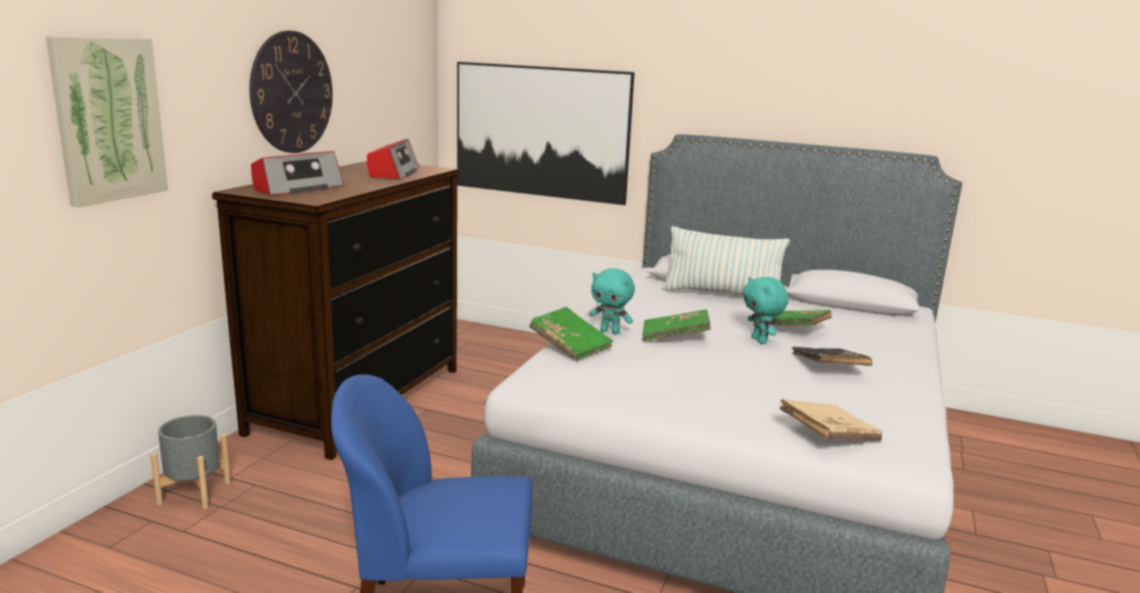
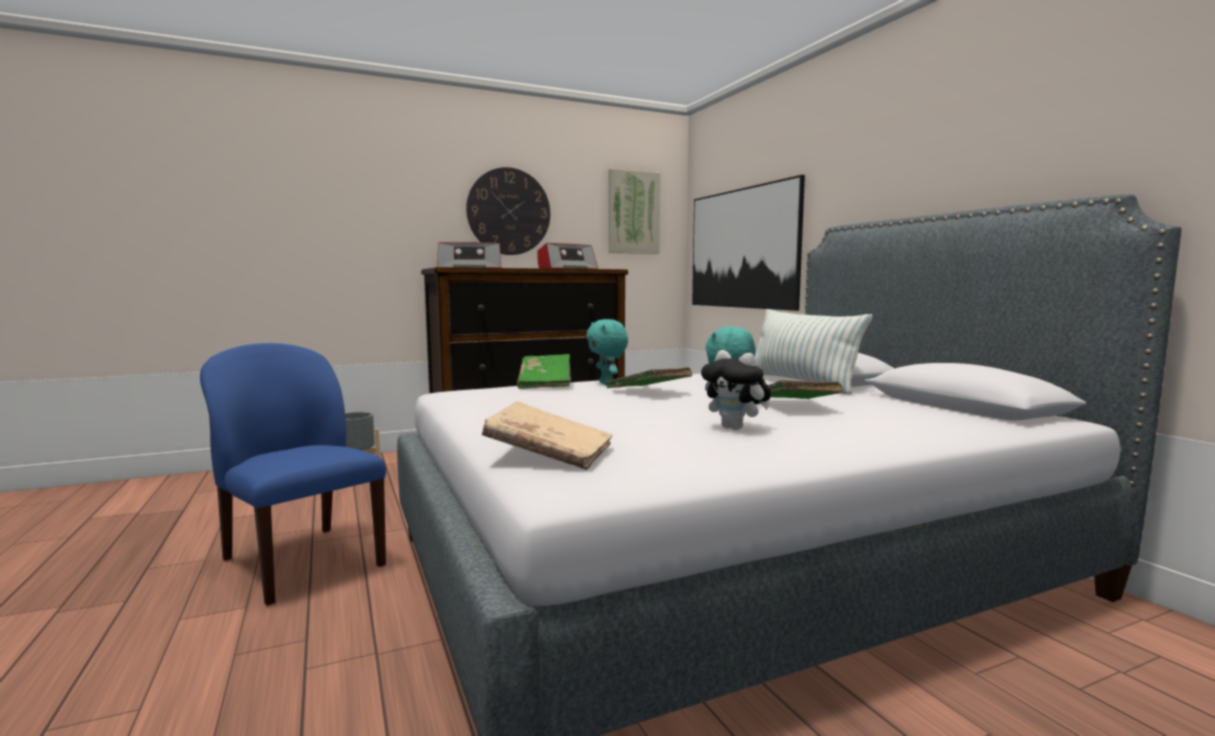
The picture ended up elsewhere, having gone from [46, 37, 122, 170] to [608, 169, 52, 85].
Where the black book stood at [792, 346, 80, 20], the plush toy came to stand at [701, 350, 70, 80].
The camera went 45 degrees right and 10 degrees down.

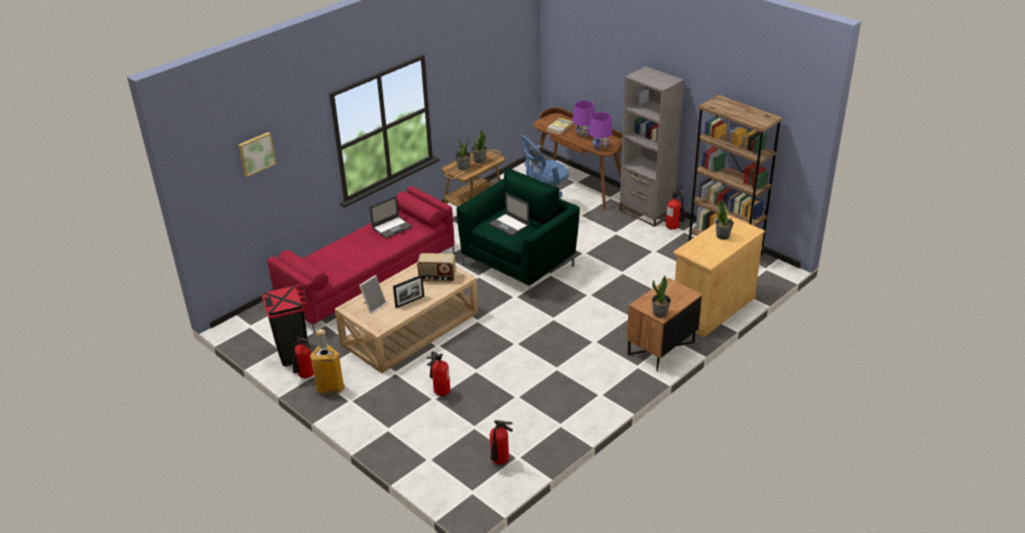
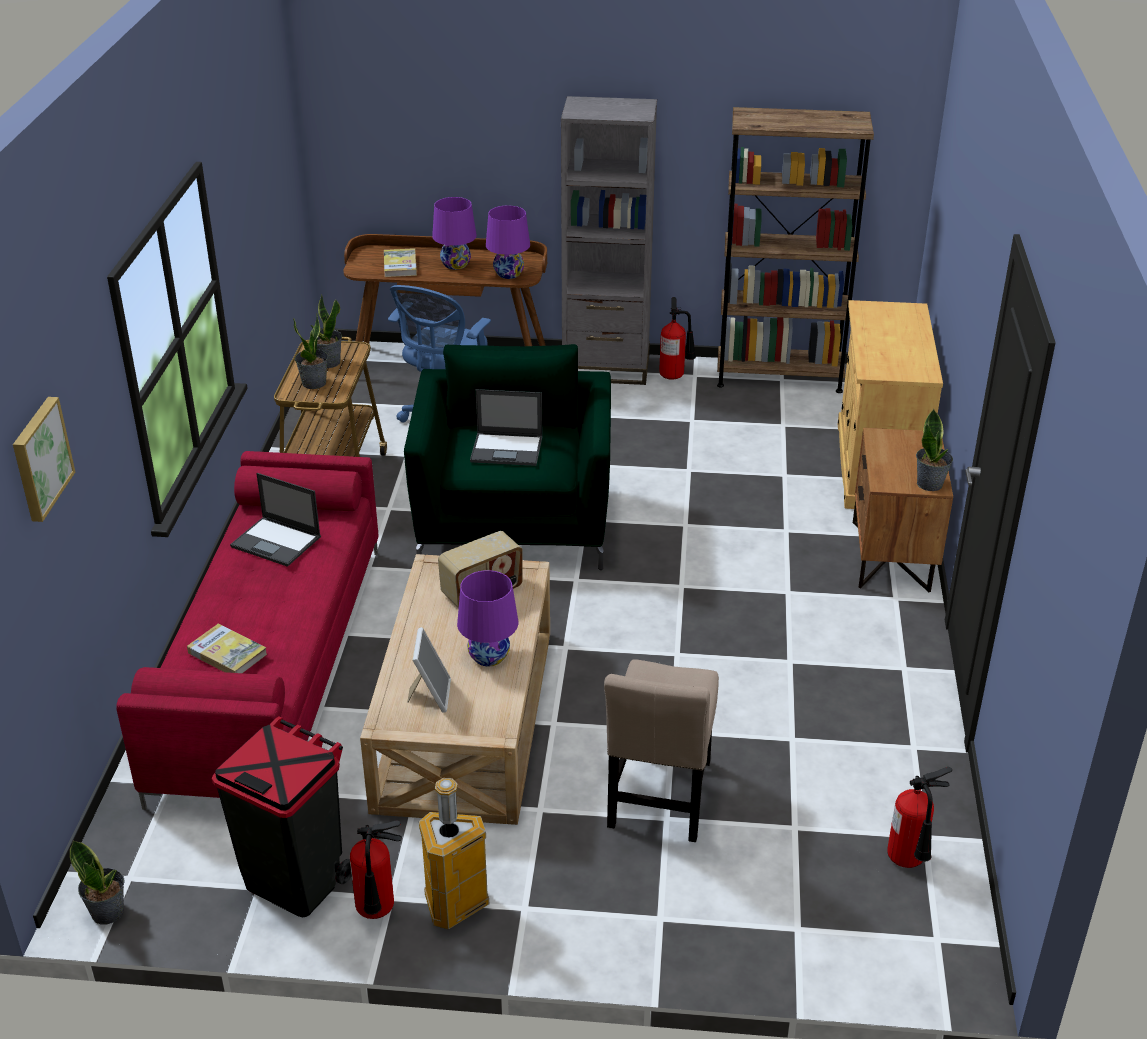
The laptop at [370, 196, 42, 43] ended up facing another way, 105 degrees clockwise from before.
Where the picture frame stood at [393, 275, 31, 33], the purple table lamp came to stand at [457, 570, 61, 96].
Where the fire extinguisher stood at [427, 352, 23, 44], the beige chair came to stand at [604, 659, 115, 183].
The potted plant ended up elsewhere, having gone from [715, 200, 19, 40] to [70, 840, 54, 85].
The second view gained the book at [187, 624, 80, 49].
The camera went 40 degrees left and 0 degrees up.

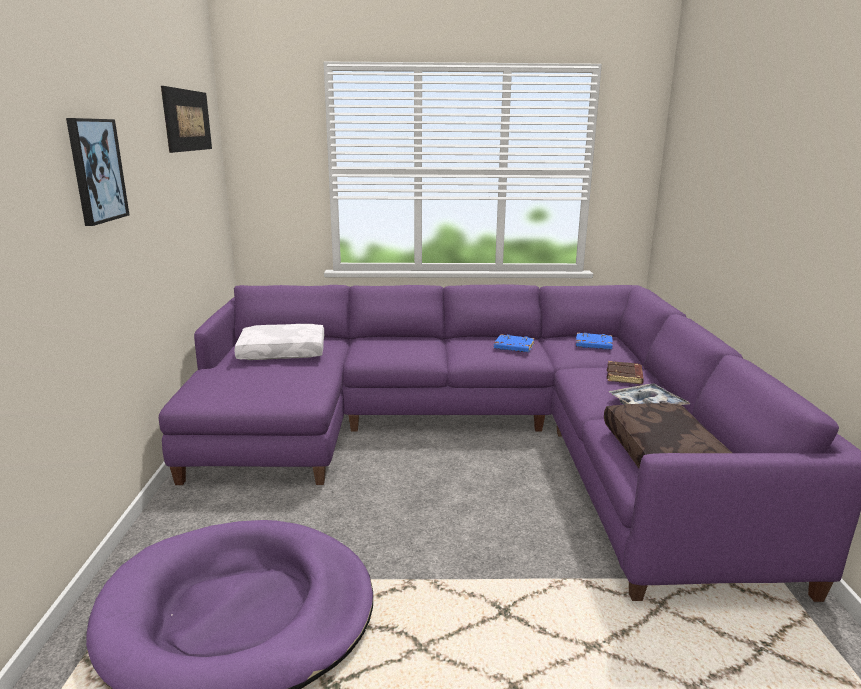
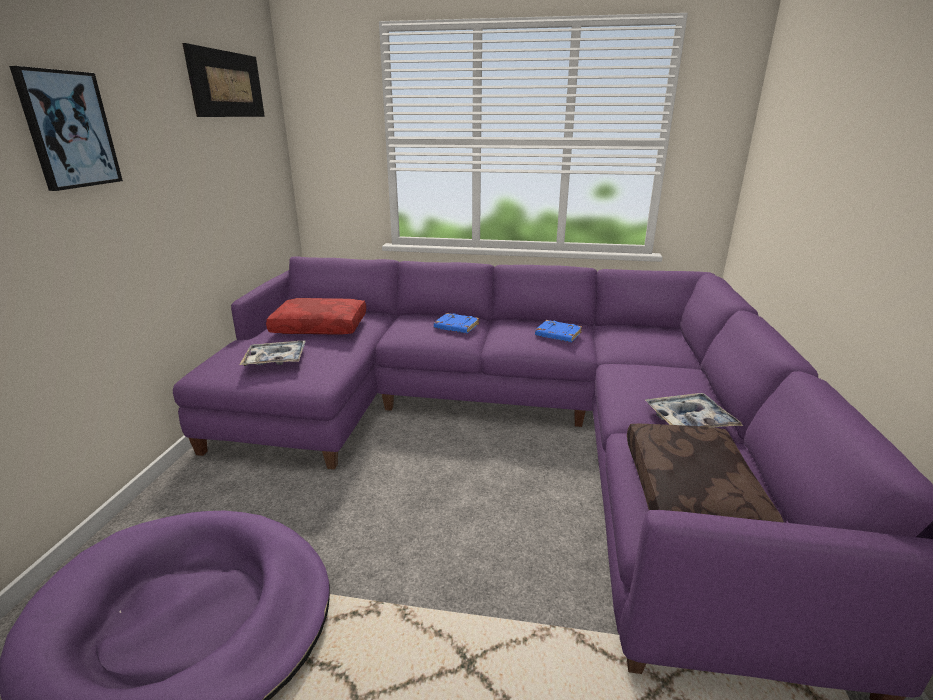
What was the white pillow at [234, 324, 90, 36] turned into the red pillow at [266, 298, 100, 36].
The blue book ended up elsewhere, having gone from [576, 333, 37, 17] to [434, 313, 45, 20].
The second view lost the brown book at [607, 361, 37, 23].
The second view gained the tray at [239, 341, 67, 25].
The camera went 10 degrees right and 5 degrees up.

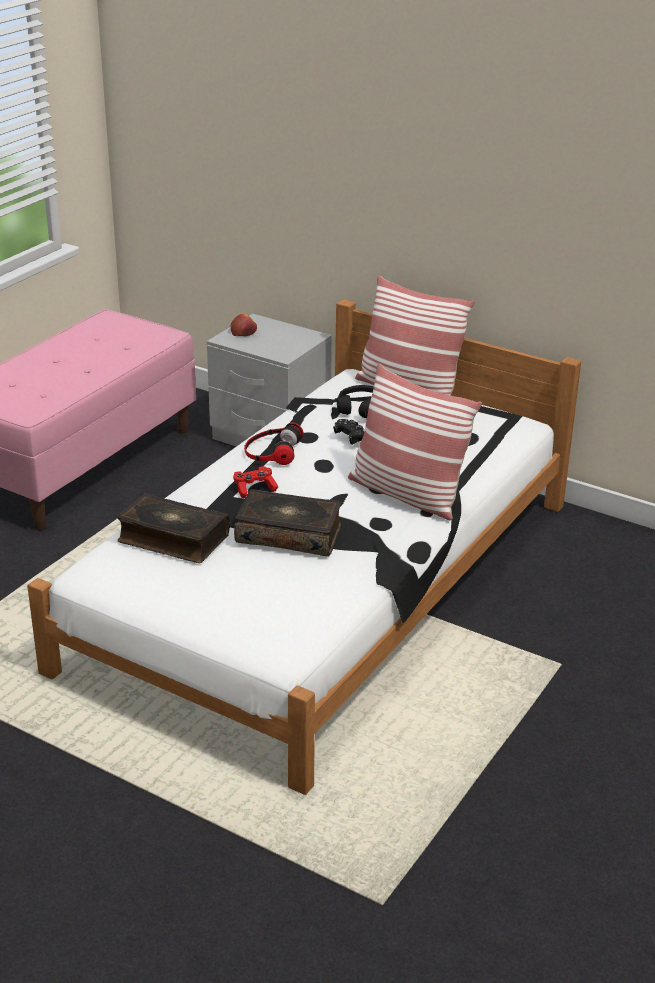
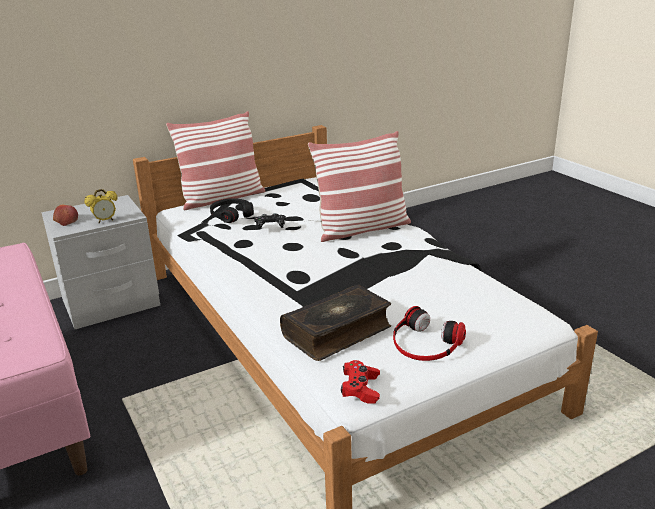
The red game controller ended up elsewhere, having gone from [233, 466, 45, 32] to [341, 360, 39, 44].
The second view lost the book at [234, 489, 107, 67].
The headphones ended up elsewhere, having gone from [244, 422, 60, 43] to [393, 306, 73, 55].
The second view gained the alarm clock at [84, 189, 34, 34].
The camera went 60 degrees left and 5 degrees down.

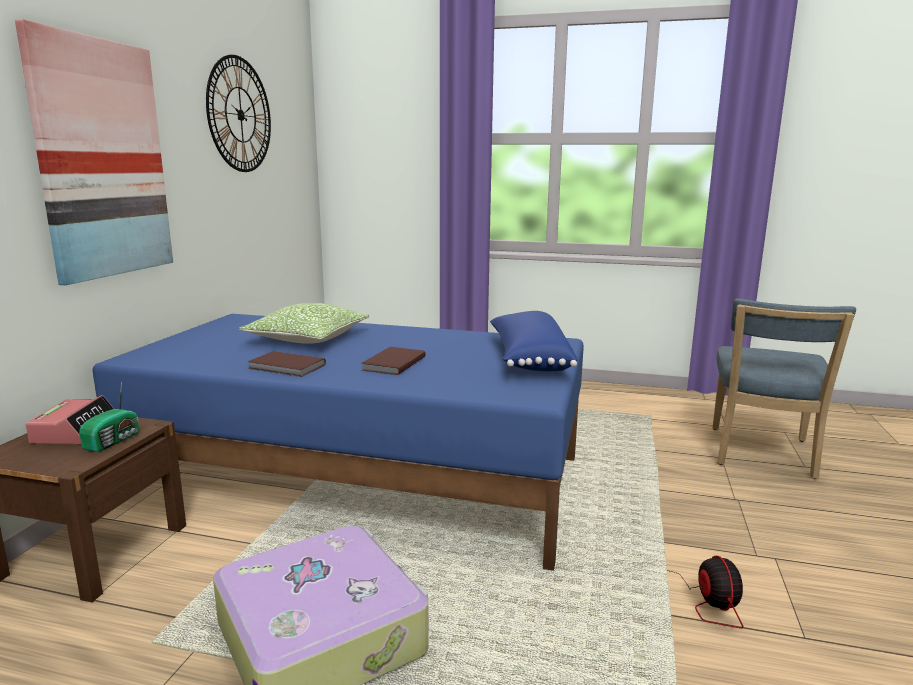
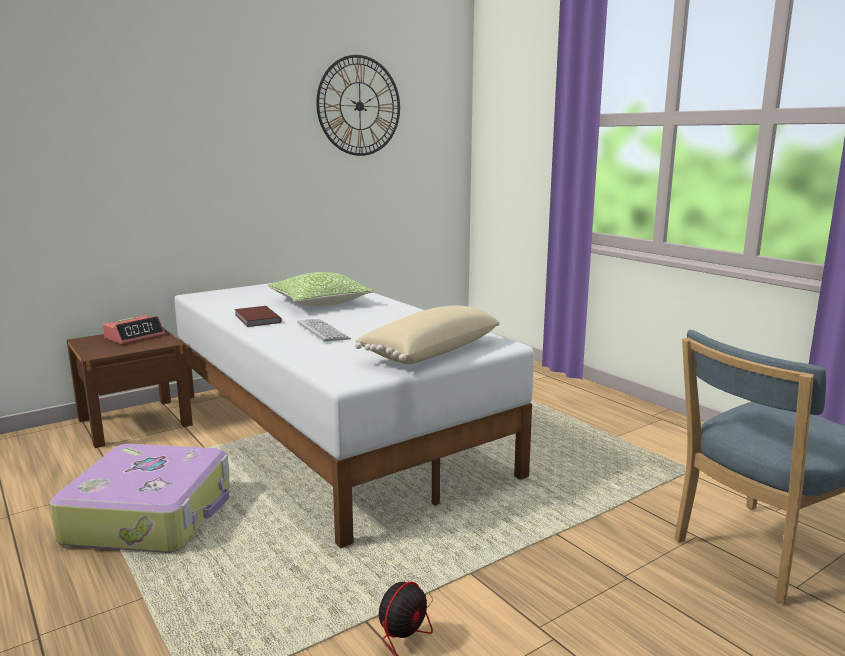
The second view lost the picture at [15, 19, 158, 266].
The second view lost the radio at [79, 381, 60, 71].
What was the blue bed at [93, 314, 491, 257] turned into the white bed at [174, 283, 360, 265].
Where the brown book stood at [361, 347, 64, 28], the keyboard came to stand at [297, 319, 54, 23].
What was the blue pillow at [490, 311, 88, 60] turned into the beige pillow at [355, 305, 145, 59].
The camera went 40 degrees right and 0 degrees up.

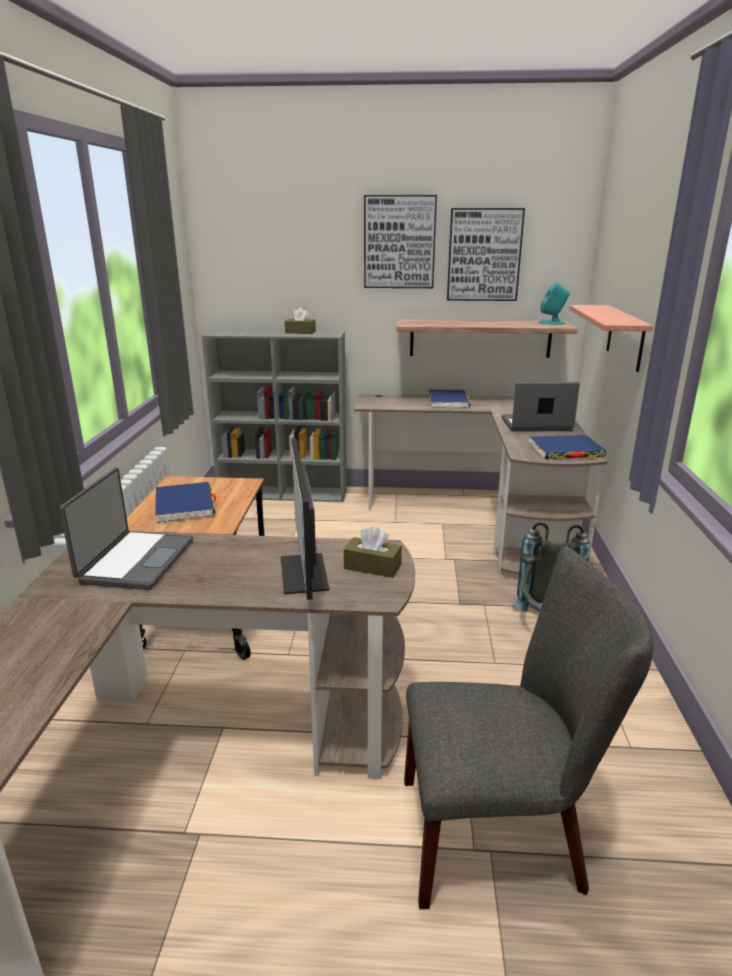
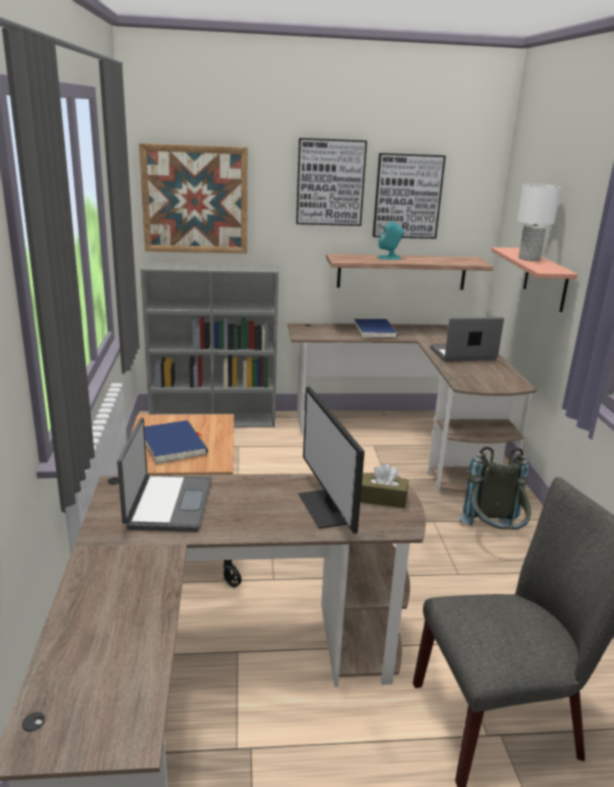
The second view lost the brown tissue box at [285, 308, 31, 26].
The second view lost the blue book at [529, 435, 77, 24].
The turquoise speaker ended up elsewhere, having gone from [539, 283, 31, 42] to [377, 221, 27, 39].
The second view gained the picture at [139, 143, 109, 111].
The second view gained the white table lamp at [517, 184, 44, 77].
The camera went 10 degrees left and 0 degrees up.

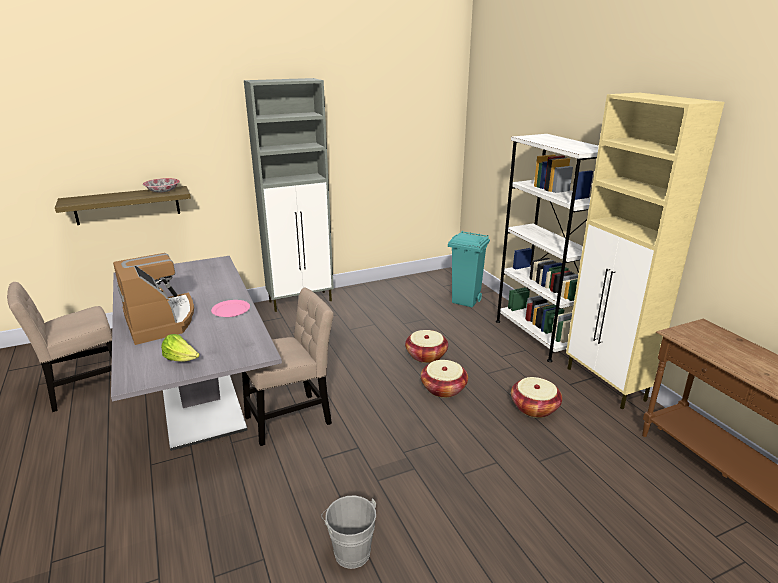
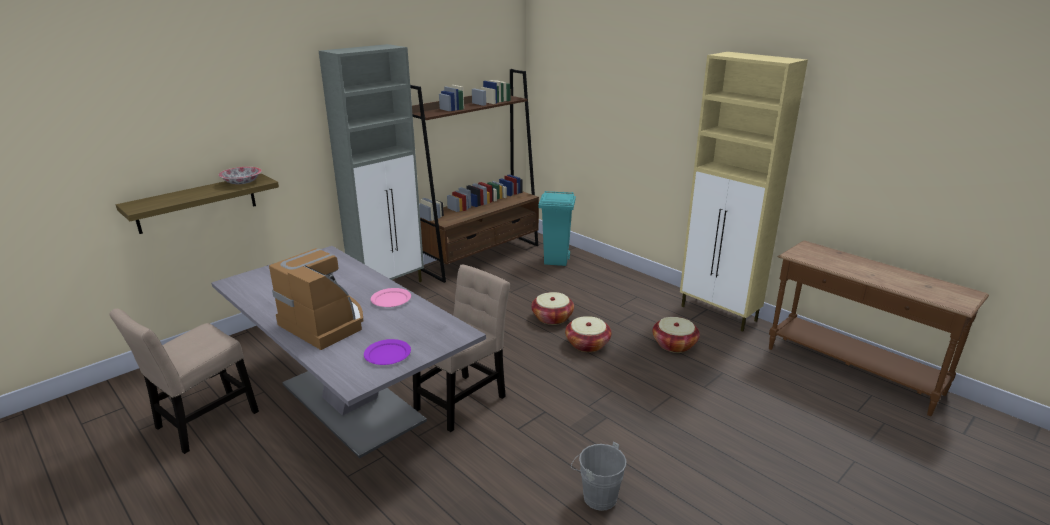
Where the lettuce stood at [161, 334, 39, 28], the purple plate came to stand at [364, 339, 47, 26].
The second view lost the white bookcase at [496, 134, 103, 228].
The second view gained the brown bookcase at [410, 69, 129, 214].
The camera went 20 degrees left and 0 degrees up.

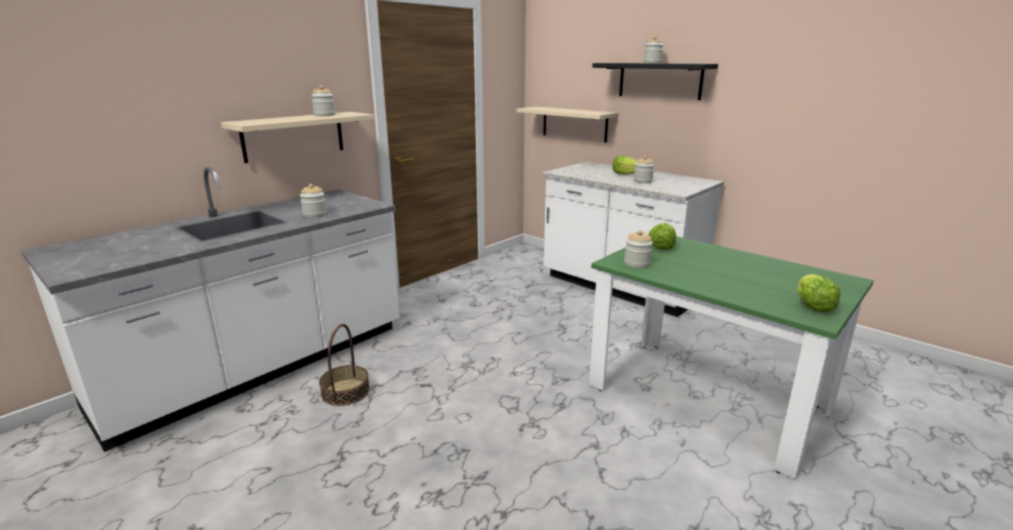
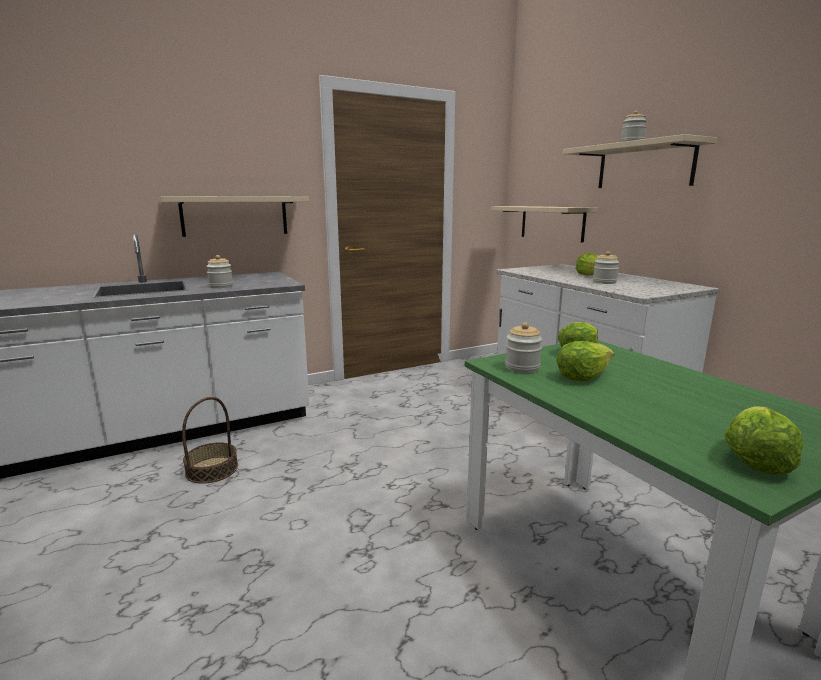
The second view lost the jar at [311, 85, 24, 31].
What was the black shelf at [592, 63, 126, 37] turned into the beige shelf at [563, 134, 154, 54].
The second view gained the lettuce at [556, 341, 58, 41].
The camera went 20 degrees right and 5 degrees down.

